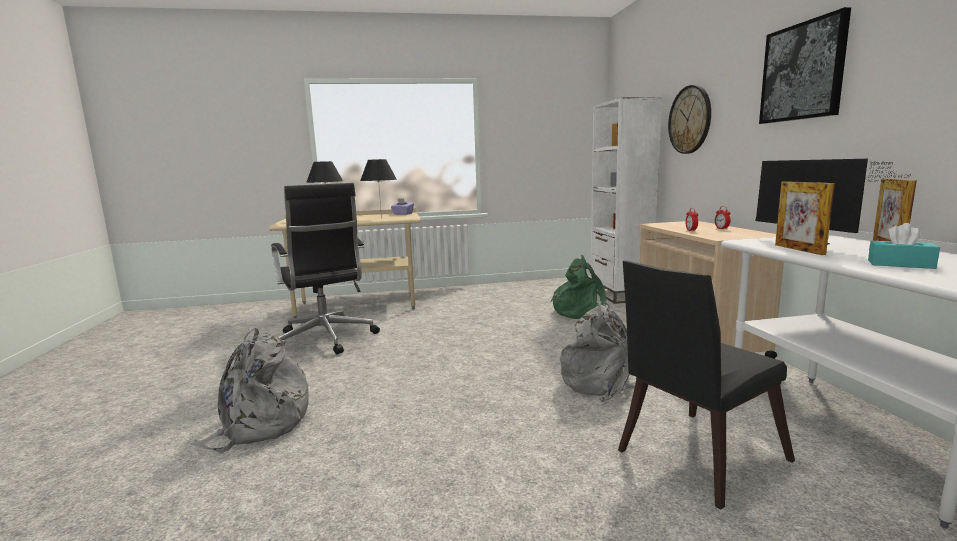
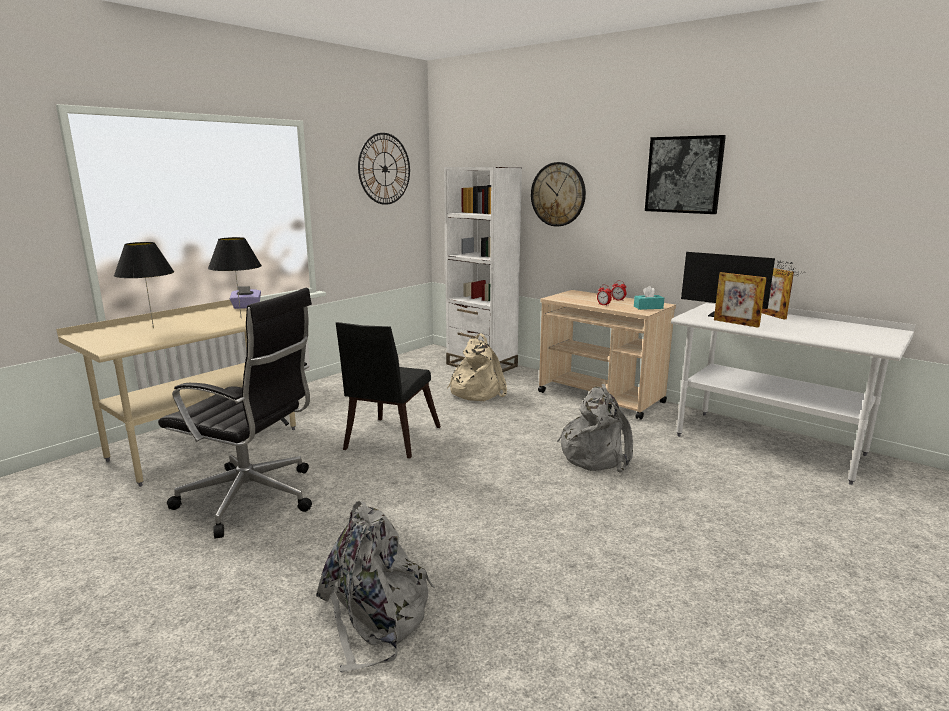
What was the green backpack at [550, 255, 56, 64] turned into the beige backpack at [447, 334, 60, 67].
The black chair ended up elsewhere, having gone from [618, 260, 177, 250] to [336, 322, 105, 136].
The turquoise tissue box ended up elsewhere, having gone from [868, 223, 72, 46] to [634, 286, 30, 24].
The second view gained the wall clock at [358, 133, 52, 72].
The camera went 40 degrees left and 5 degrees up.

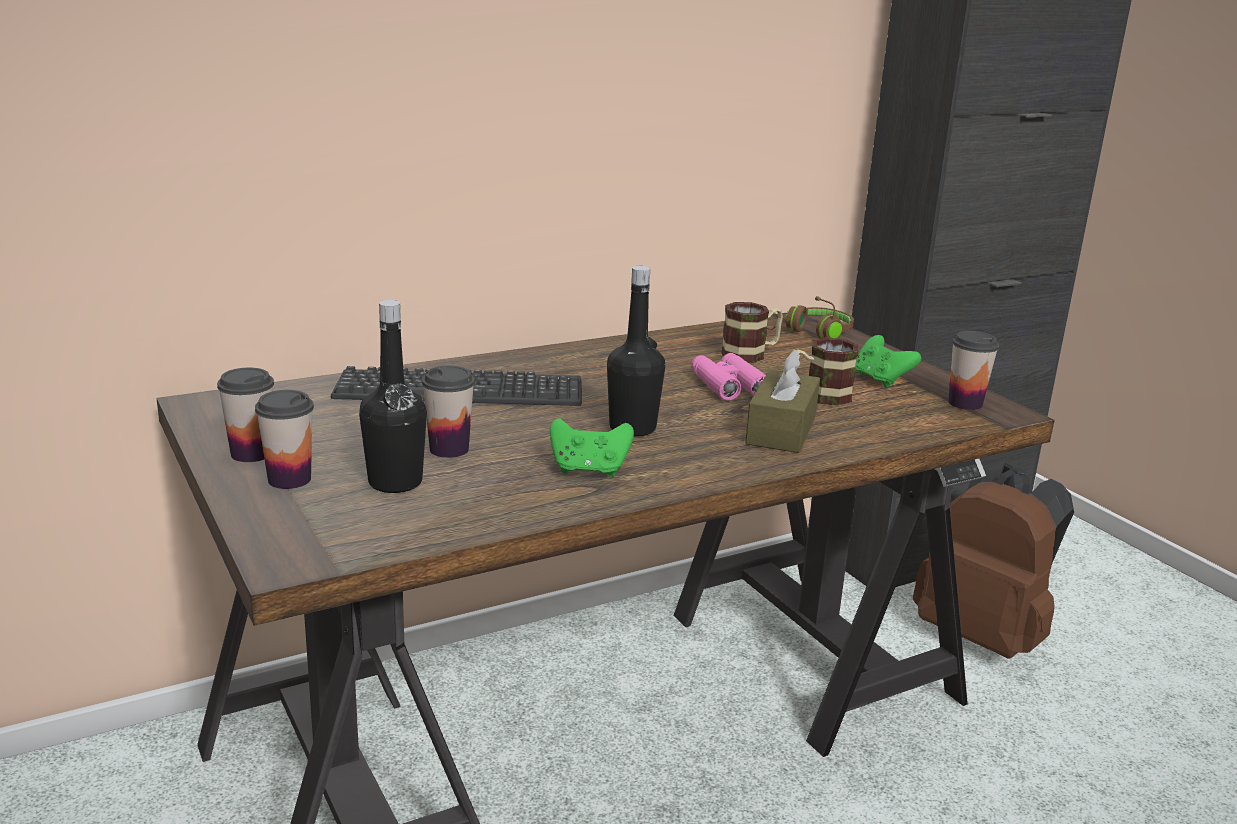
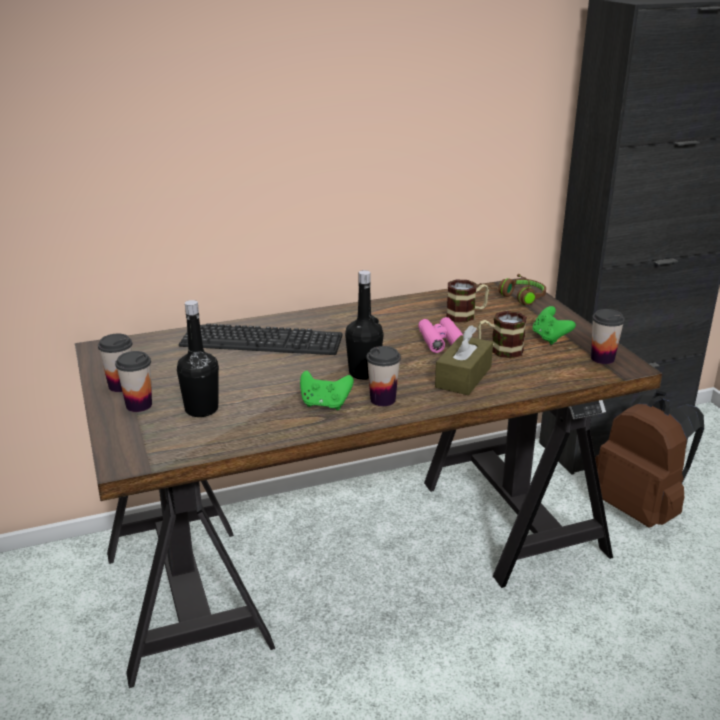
The cup ended up elsewhere, having gone from [422, 366, 53, 92] to [366, 346, 35, 60].
The camera went 10 degrees right and 5 degrees up.

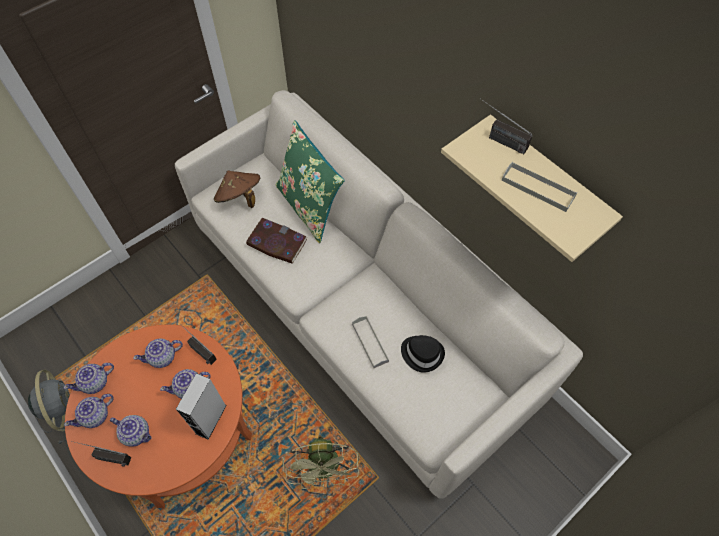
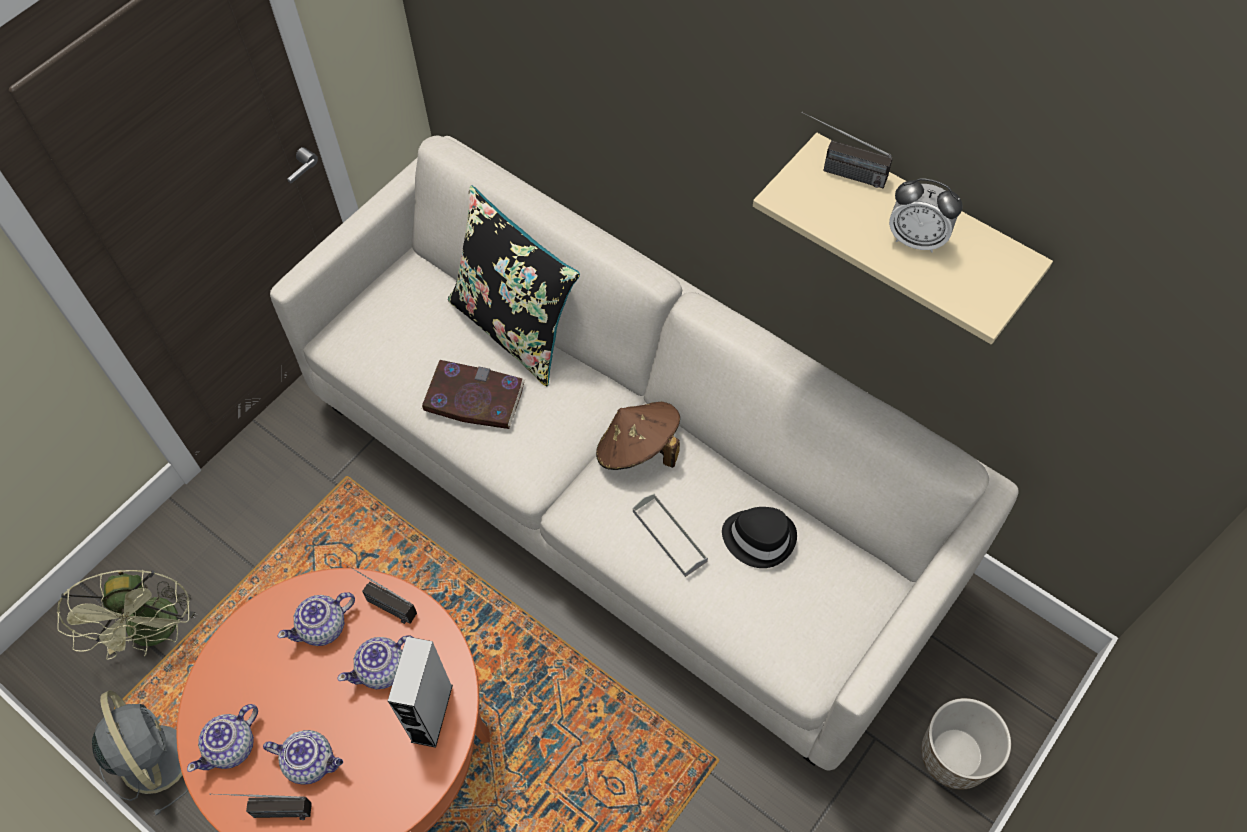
The second view lost the teapot at [64, 363, 50, 31].
The brown hat ended up elsewhere, having gone from [214, 170, 46, 38] to [596, 402, 84, 68].
What was the green pillow at [276, 120, 68, 123] turned into the black pillow at [448, 185, 132, 202].
The green fan ended up elsewhere, having gone from [282, 435, 78, 55] to [57, 570, 141, 90].
Where the grey tray stood at [502, 162, 75, 50], the alarm clock came to stand at [889, 178, 74, 75].
The second view gained the planter at [921, 698, 90, 91].
The camera went 10 degrees left and 0 degrees up.

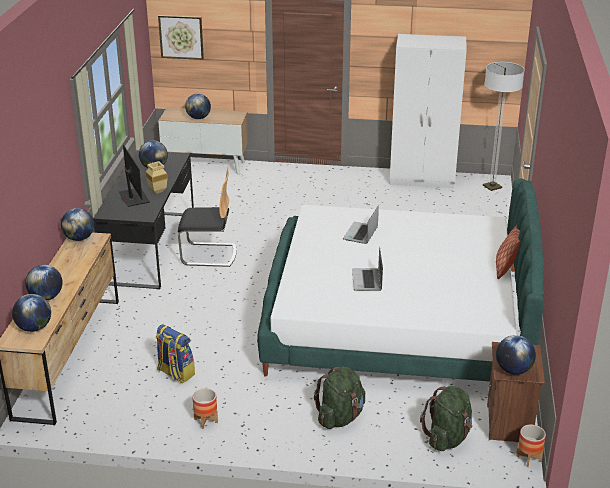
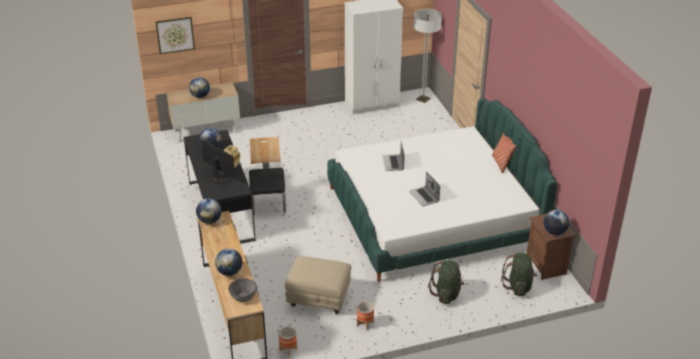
Where the globe stood at [12, 294, 39, 38], the grey bowl came to stand at [228, 278, 29, 24].
Where the backpack stood at [156, 324, 39, 59], the beige ottoman came to stand at [285, 256, 66, 58].
The chair at [178, 167, 58, 100] ended up facing another way, 75 degrees counterclockwise from before.
The planter ended up elsewhere, having gone from [516, 424, 30, 43] to [279, 327, 18, 29].
The camera went 25 degrees left and 5 degrees up.

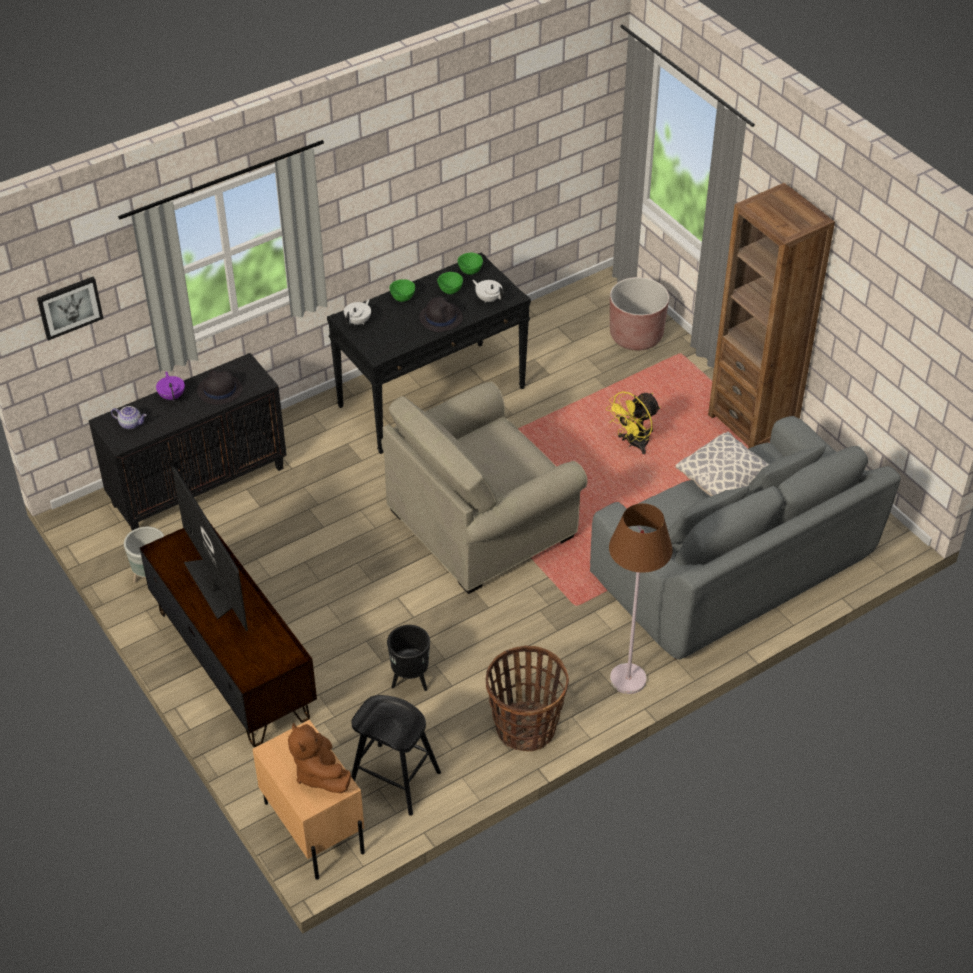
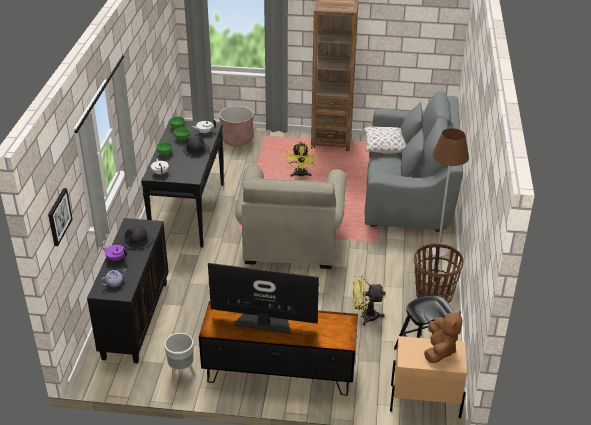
The brown plush toy at [288, 723, 63, 70] ended up facing another way, 90 degrees counterclockwise from before.
Where the black planter stood at [387, 625, 43, 66], the yellow fan came to stand at [352, 275, 33, 51].
The camera went 50 degrees left and 10 degrees down.

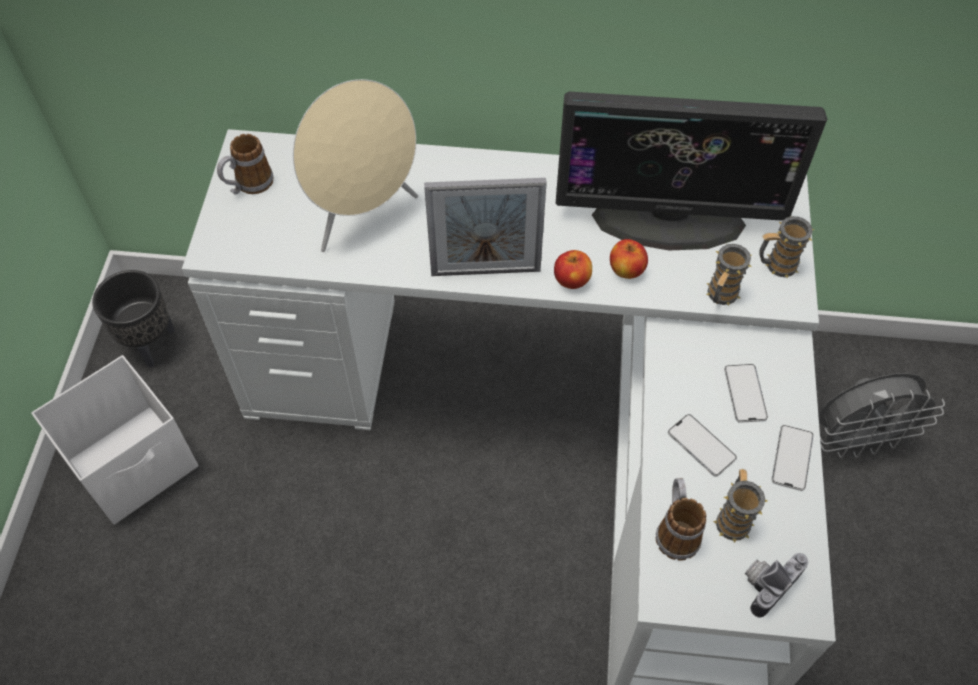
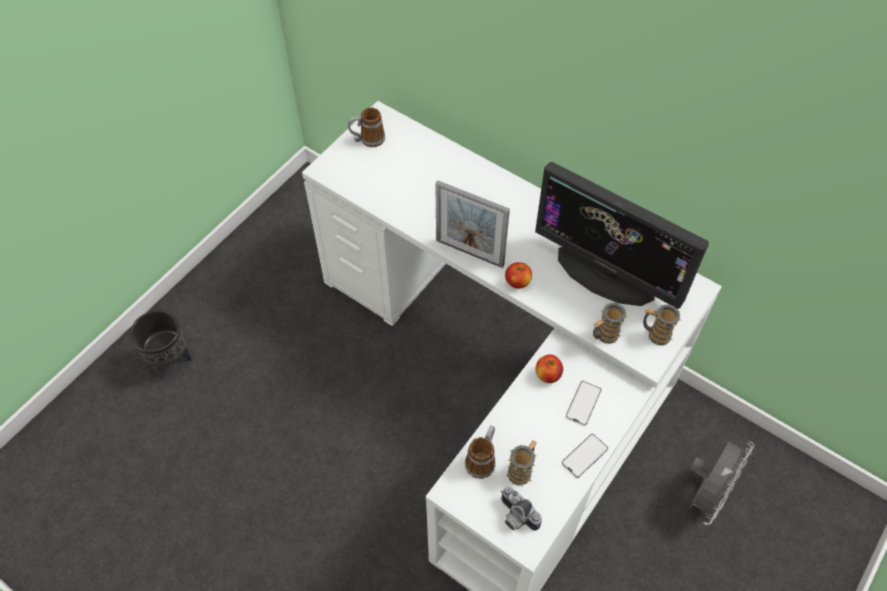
The second view lost the white storage box at [31, 355, 167, 170].
The black planter ended up elsewhere, having gone from [92, 270, 83, 97] to [130, 310, 62, 70].
The second view lost the beige speaker at [293, 79, 125, 173].
The apple ended up elsewhere, having gone from [610, 239, 38, 40] to [536, 354, 27, 29].
The second view lost the phone at [668, 414, 69, 63].
The photo camera at [745, 553, 64, 64] ended up facing another way, 120 degrees counterclockwise from before.
The grey fan at [819, 373, 126, 85] ended up facing another way, 75 degrees counterclockwise from before.
The camera went 30 degrees right and 0 degrees up.

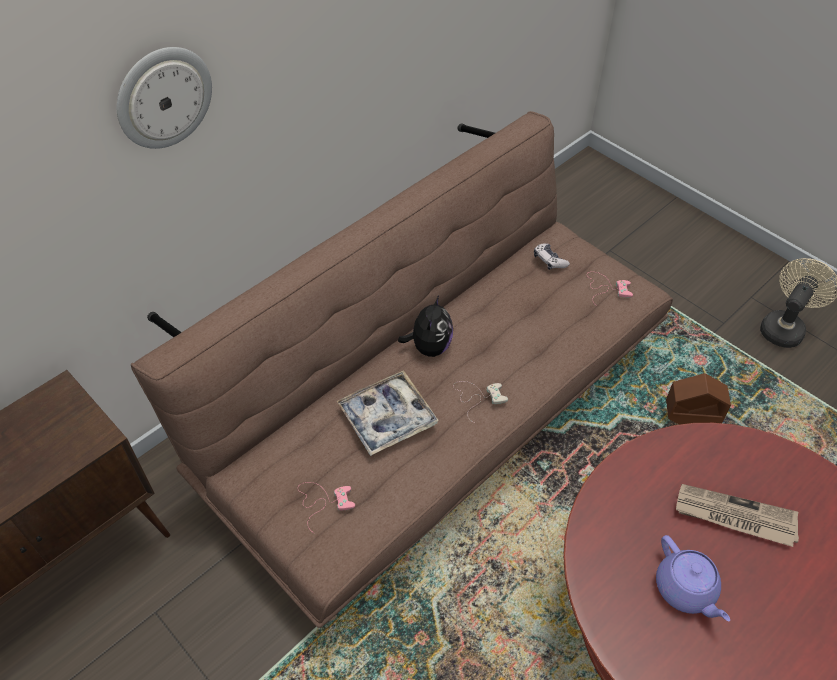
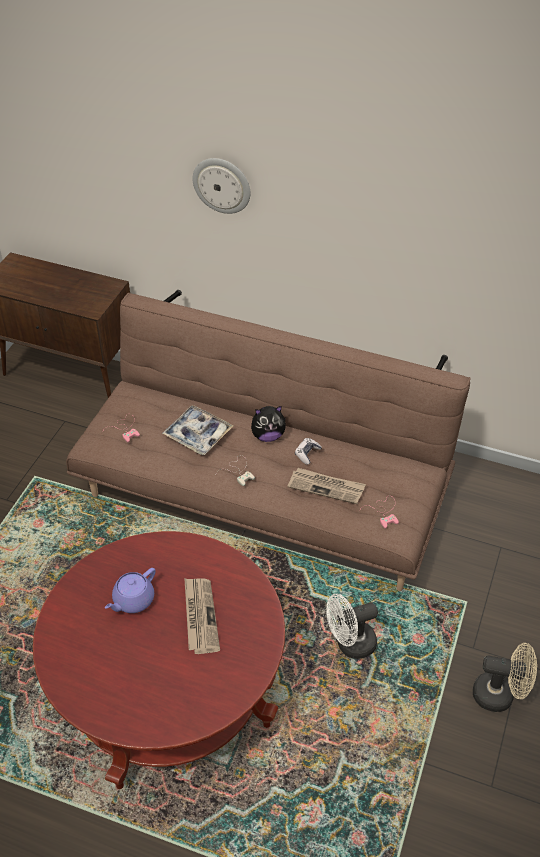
The game controller ended up elsewhere, having gone from [534, 243, 36, 27] to [295, 438, 27, 27].
Where the brown planter stood at [666, 373, 65, 52], the white fan came to stand at [326, 594, 52, 65].
The second view gained the newspaper at [287, 468, 79, 36].
The camera went 65 degrees right and 5 degrees down.

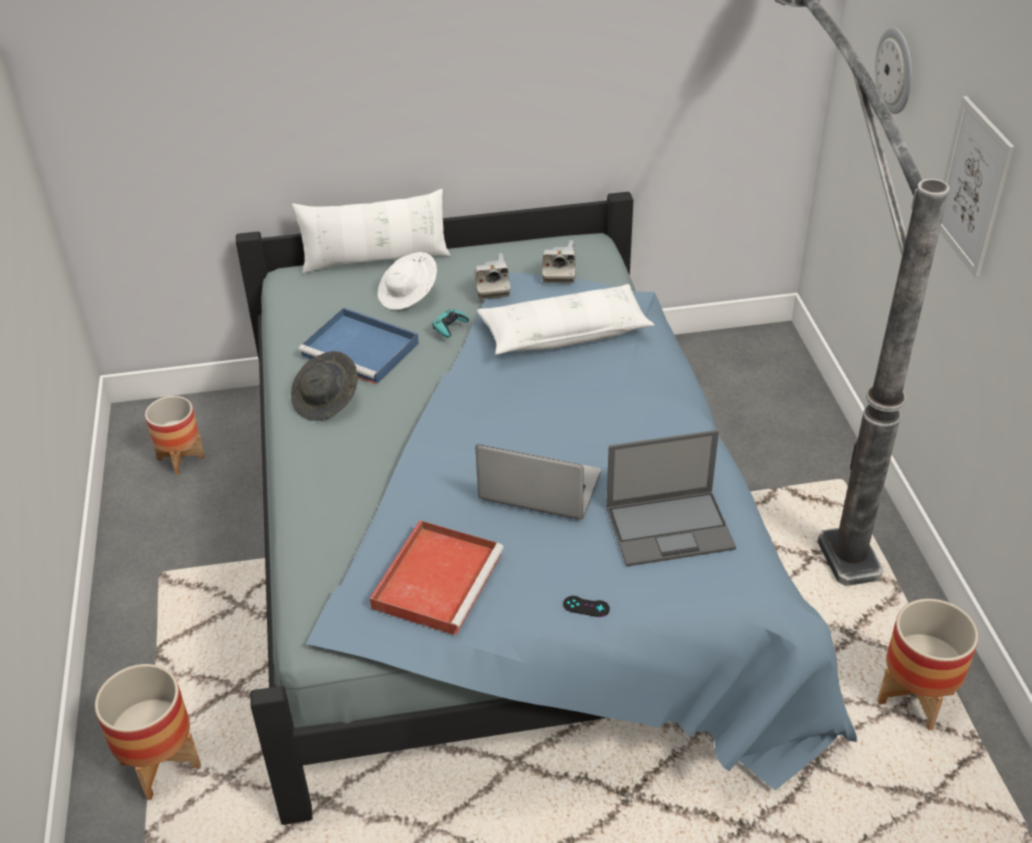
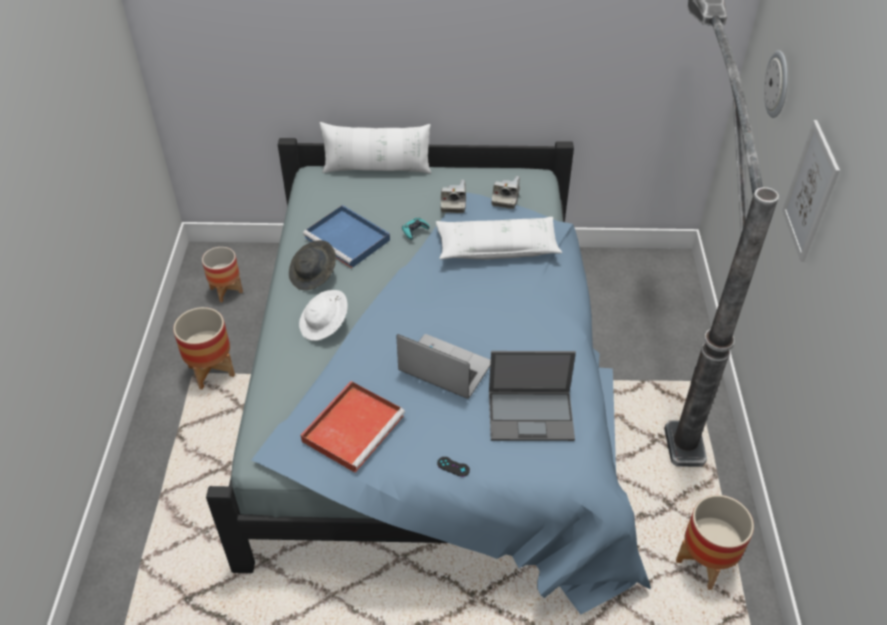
The planter ended up elsewhere, having gone from [95, 664, 106, 136] to [173, 307, 62, 83].
The white hat ended up elsewhere, having gone from [378, 252, 59, 58] to [299, 290, 49, 51].
The camera went 10 degrees right and 5 degrees up.

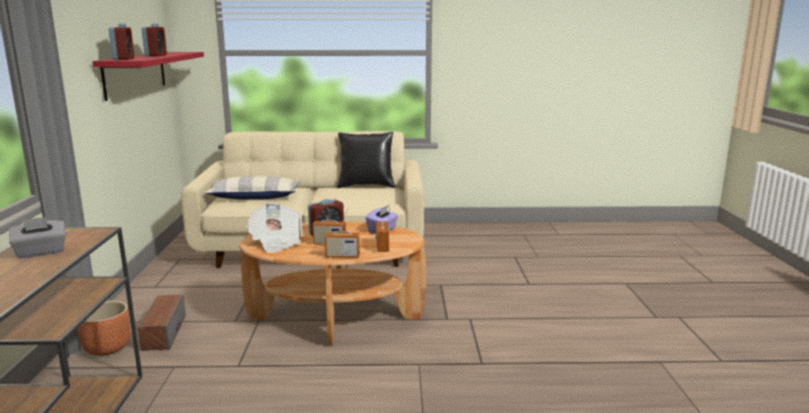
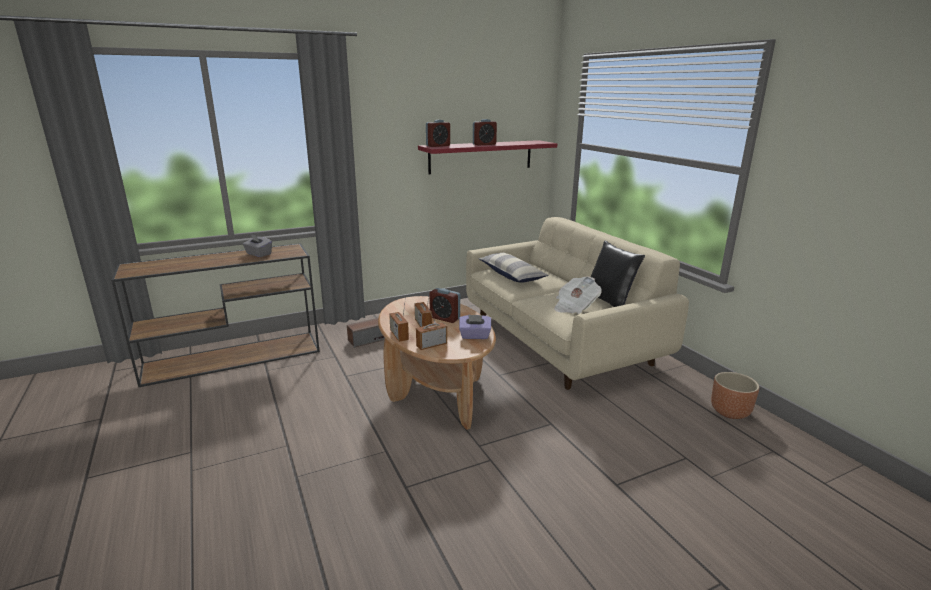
The brown planter ended up elsewhere, having gone from [77, 301, 53, 55] to [711, 372, 48, 47].
The newspaper ended up elsewhere, having gone from [246, 203, 56, 50] to [554, 276, 48, 38].
The camera went 65 degrees right and 5 degrees up.

